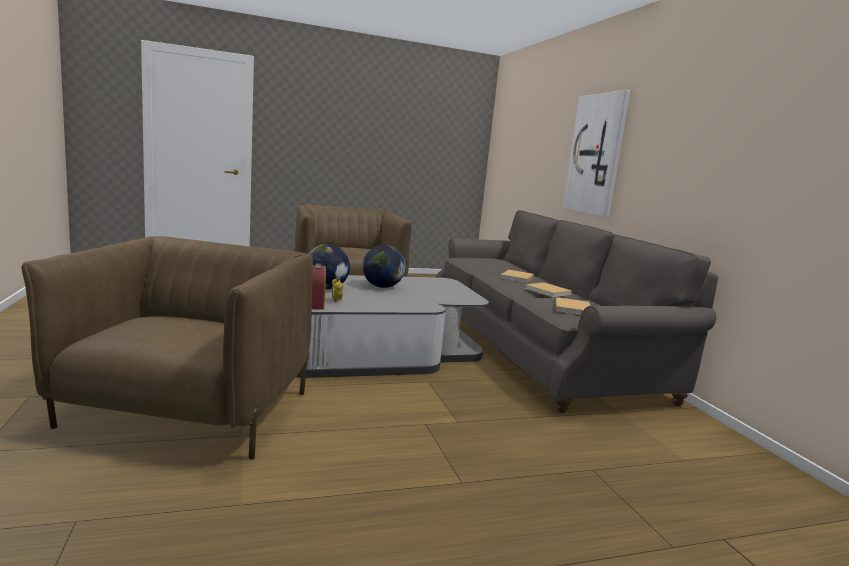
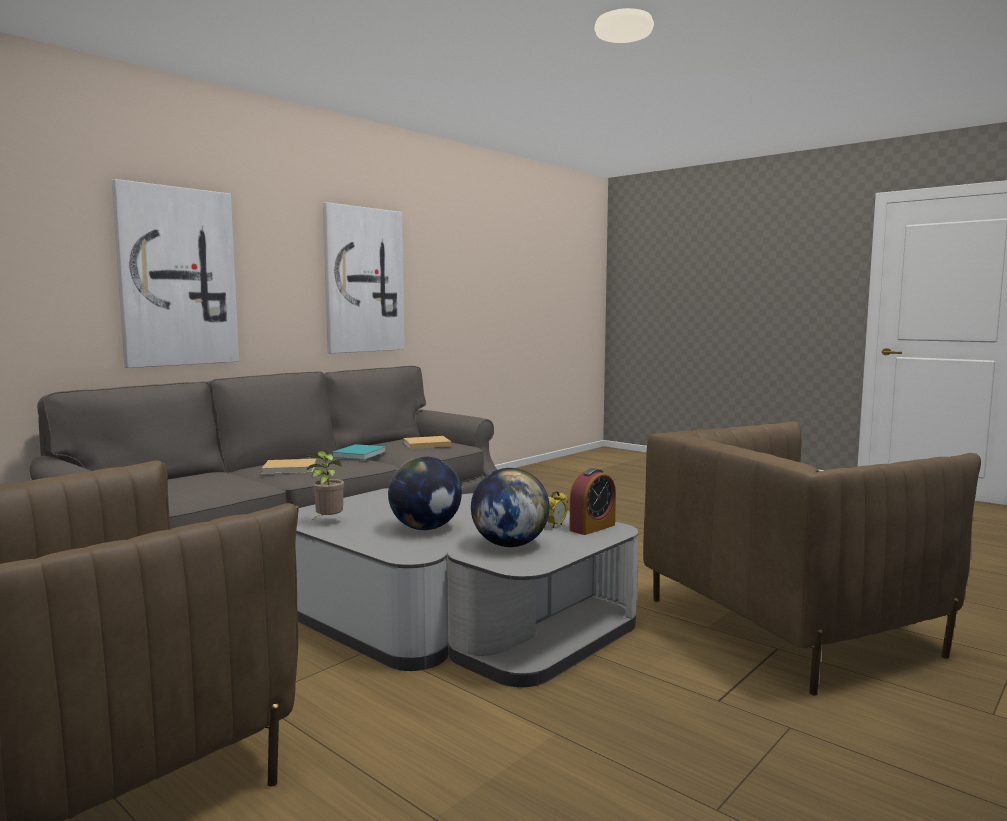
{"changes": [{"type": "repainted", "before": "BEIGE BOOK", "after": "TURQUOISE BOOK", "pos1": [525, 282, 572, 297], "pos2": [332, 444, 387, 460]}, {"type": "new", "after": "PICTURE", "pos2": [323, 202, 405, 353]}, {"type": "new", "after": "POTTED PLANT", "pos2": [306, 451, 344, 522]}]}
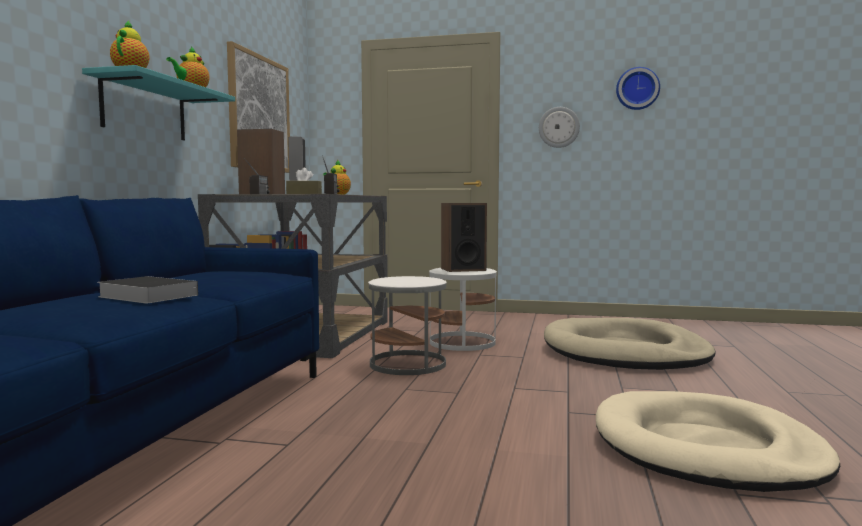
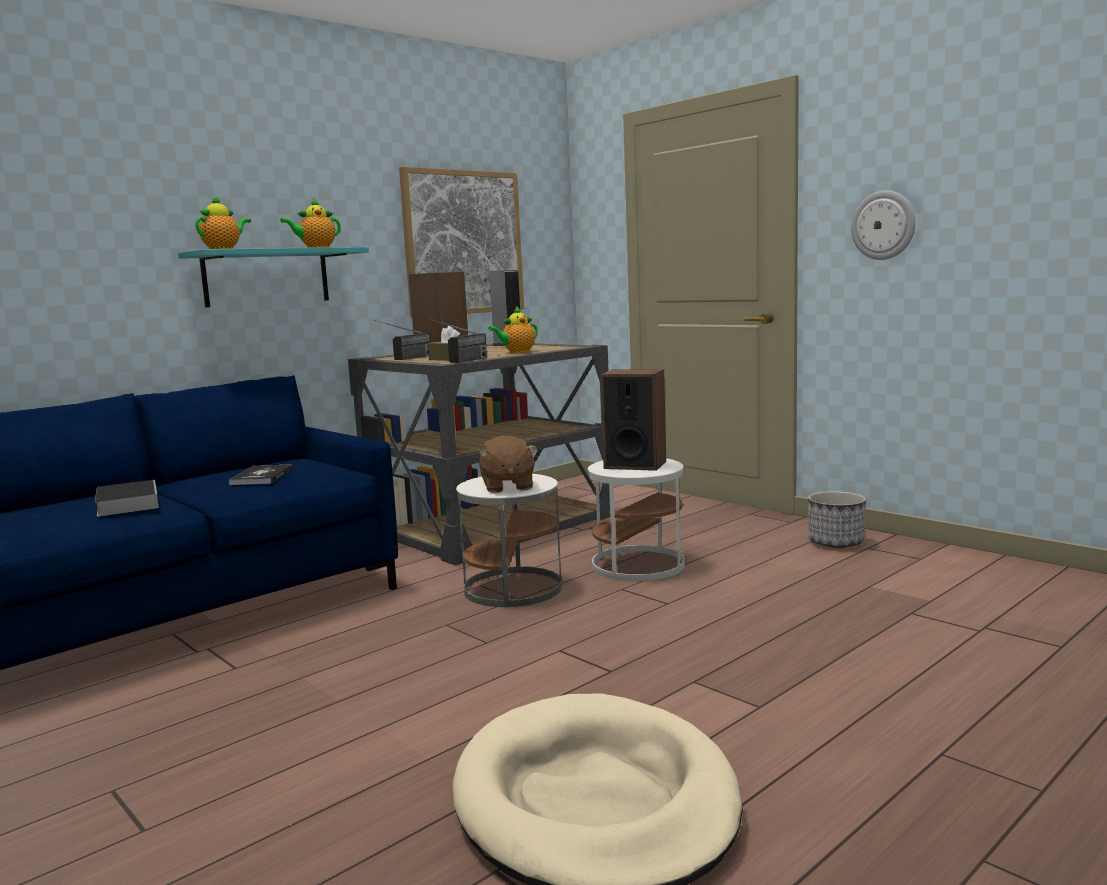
{"changes": [{"type": "gone", "before": "WALL CLOCK", "pos1": [616, 67, 660, 110]}, {"type": "gone", "before": "BEIGE DOG BED", "pos1": [544, 318, 715, 370]}, {"type": "new", "after": "BROWN PLUSH TOY", "pos2": [478, 435, 537, 493]}, {"type": "new", "after": "BOOK", "pos2": [229, 464, 293, 485]}, {"type": "new", "after": "PLANTER", "pos2": [808, 491, 866, 548]}]}
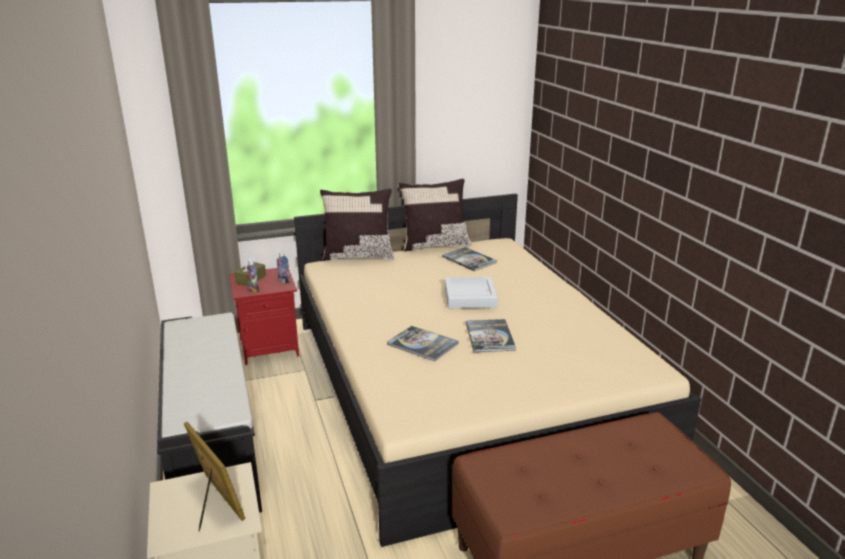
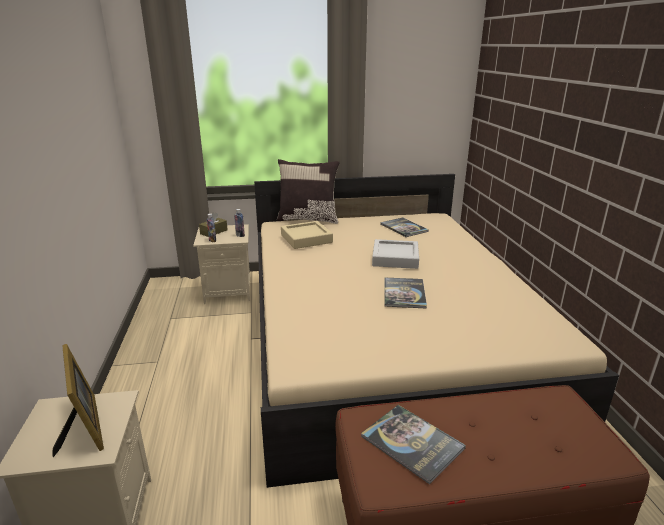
{"changes": [{"type": "gone", "before": "PILLOW", "pos1": [399, 179, 471, 252]}, {"type": "repainted", "before": "RED NIGHTSTAND", "after": "BEIGE NIGHTSTAND", "pos1": [229, 268, 299, 365], "pos2": [193, 224, 250, 304]}, {"type": "gone", "before": "BLACK BENCH", "pos1": [157, 312, 262, 513]}, {"type": "shifted", "before": "BOOK", "pos1": [387, 326, 459, 361], "pos2": [361, 405, 466, 484]}, {"type": "new", "after": "BEIGE TRAY", "pos2": [281, 221, 333, 249]}]}
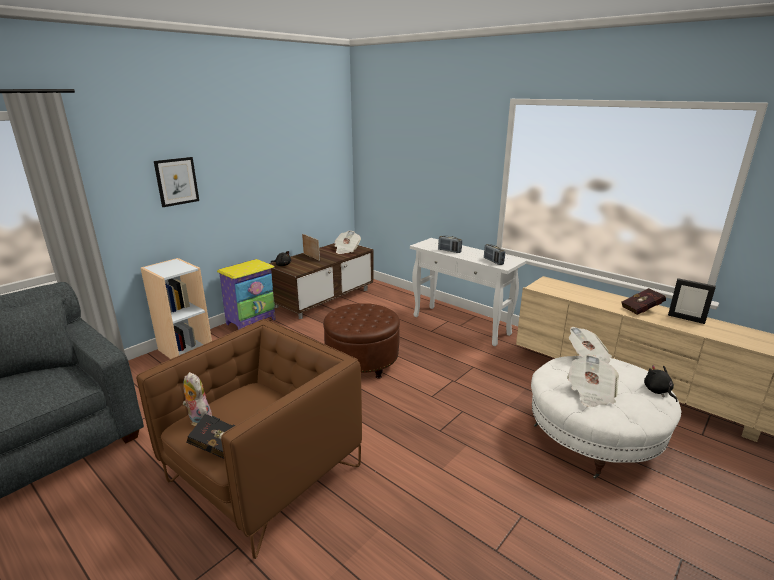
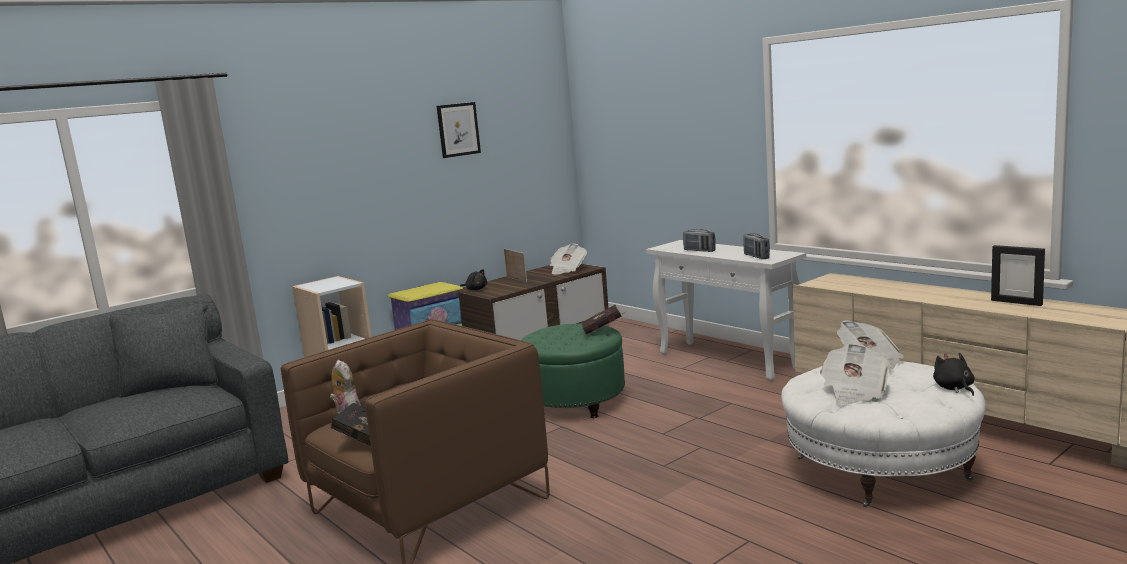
{"changes": [{"type": "shifted", "before": "PICTURE", "pos1": [154, 157, 199, 207], "pos2": [437, 102, 481, 158]}, {"type": "shifted", "before": "RED BOOK", "pos1": [622, 288, 666, 315], "pos2": [581, 305, 627, 335]}, {"type": "repainted", "before": "BROWN OTTOMAN", "after": "GREEN OTTOMAN", "pos1": [323, 303, 400, 379], "pos2": [521, 323, 625, 418]}]}
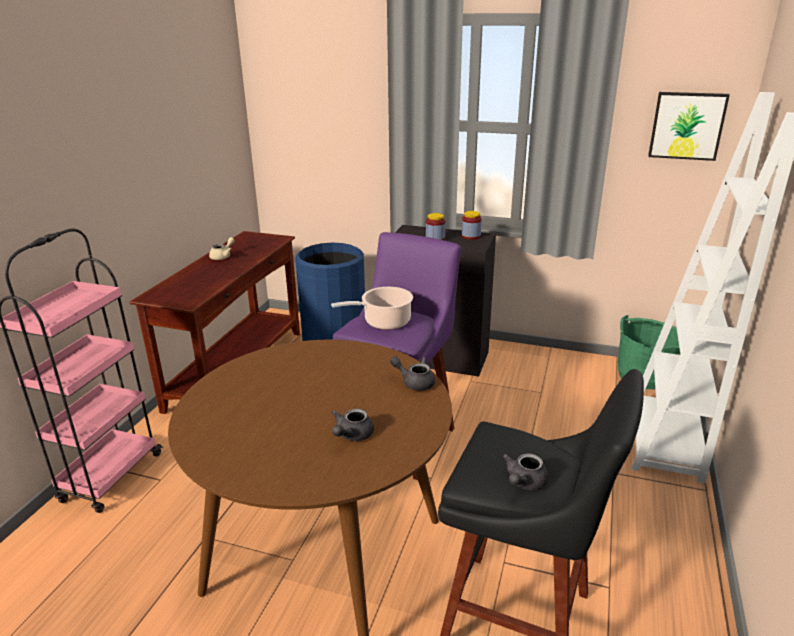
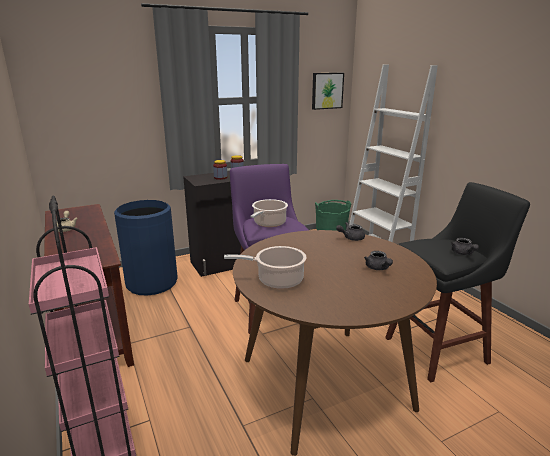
{"changes": [{"type": "new", "after": "COOKING POT", "pos2": [224, 246, 306, 289]}]}
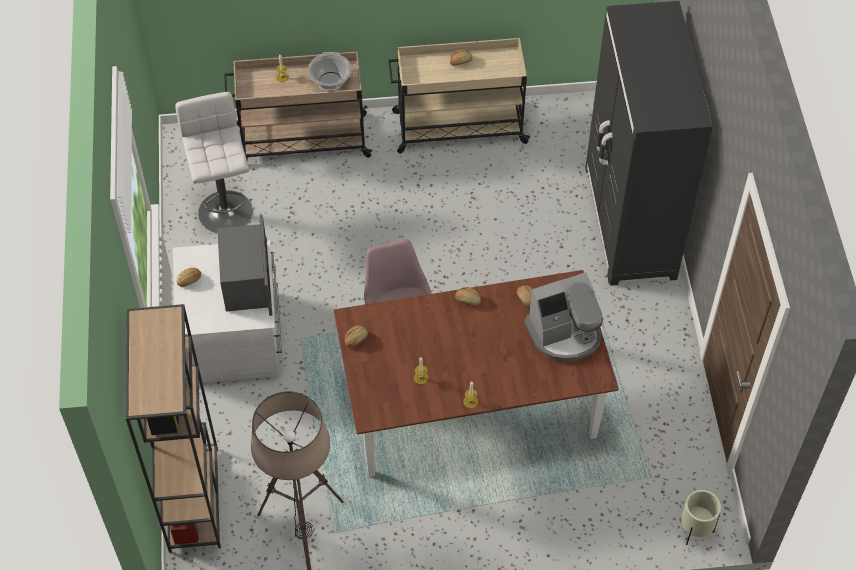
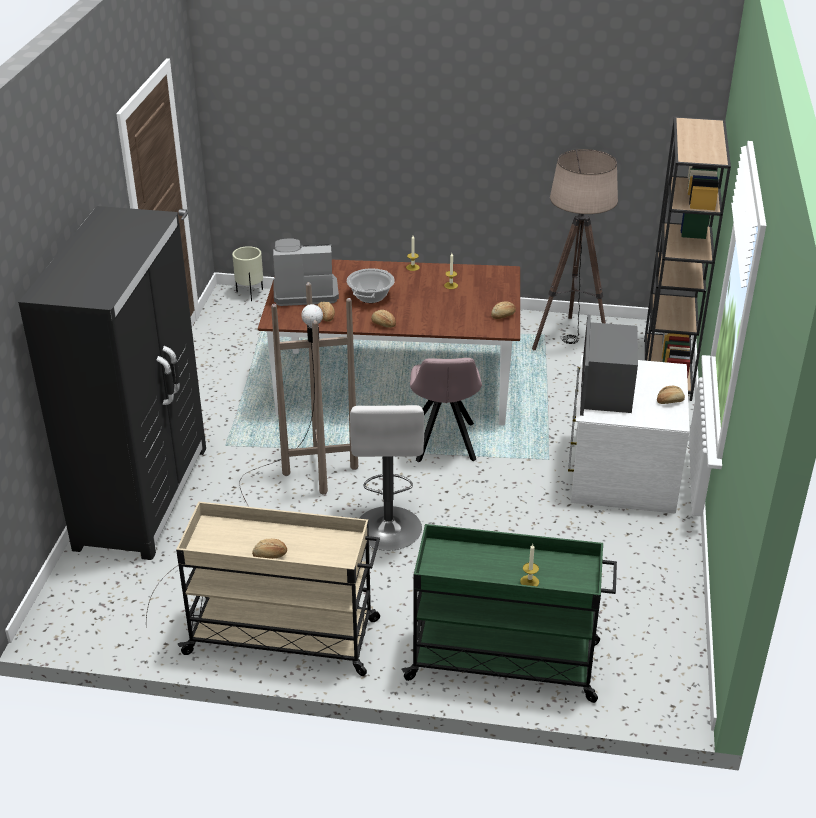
{"changes": [{"type": "repainted", "before": "BEIGE CART", "after": "GREEN CART", "pos1": [224, 52, 373, 160], "pos2": [401, 524, 617, 703]}, {"type": "shifted", "before": "COOKING POT", "pos1": [308, 52, 352, 91], "pos2": [347, 268, 395, 303]}, {"type": "shifted", "before": "WHITE STOOL", "pos1": [175, 92, 253, 233], "pos2": [350, 405, 424, 551]}, {"type": "new", "after": "BROWN FLOOR LAMP", "pos2": [146, 282, 358, 628]}]}
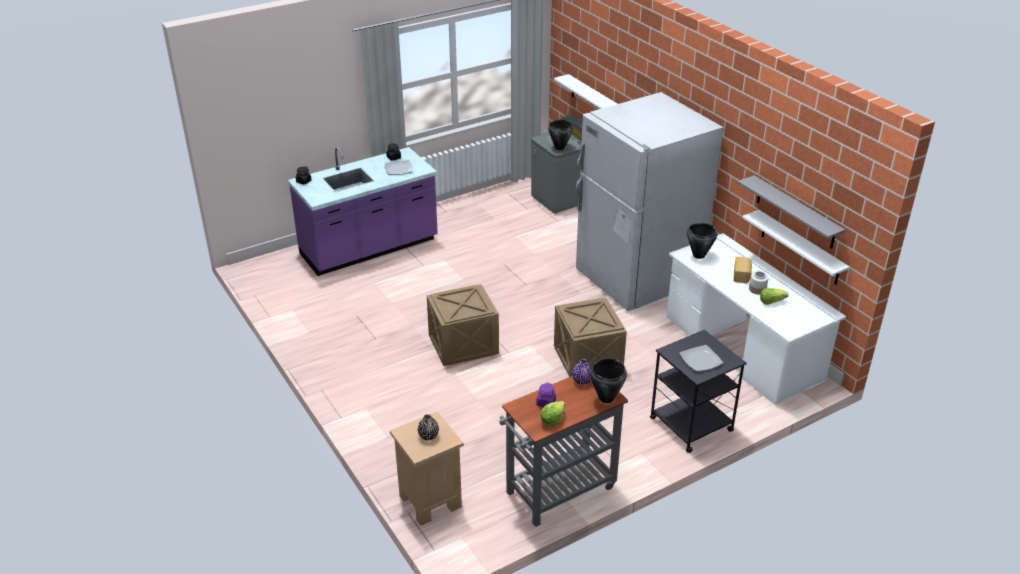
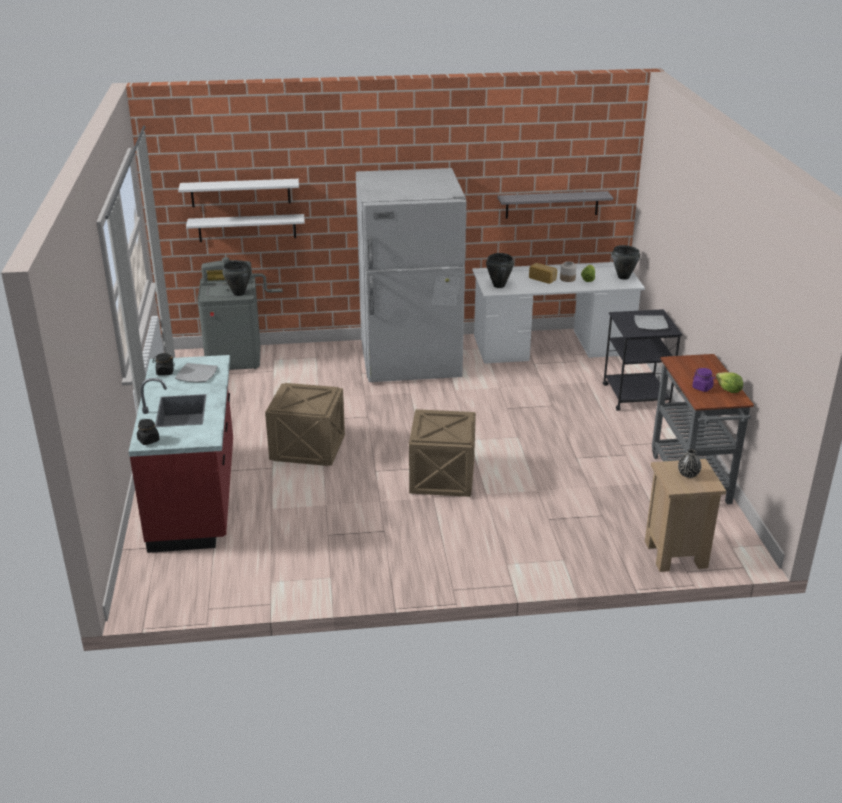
{"changes": [{"type": "repainted", "before": "PURPLE COUNTER", "after": "RED COUNTER", "pos1": [288, 147, 438, 276], "pos2": [129, 355, 233, 553]}, {"type": "shifted", "before": "WHITE SHELF", "pos1": [742, 210, 850, 285], "pos2": [178, 179, 299, 207]}, {"type": "shifted", "before": "CRATE", "pos1": [554, 297, 627, 377], "pos2": [265, 383, 345, 466]}, {"type": "shifted", "before": "BLACK COOKING POT", "pos1": [590, 358, 627, 403], "pos2": [612, 245, 640, 280]}, {"type": "gone", "before": "PURPLE VASE", "pos1": [572, 359, 591, 385]}]}
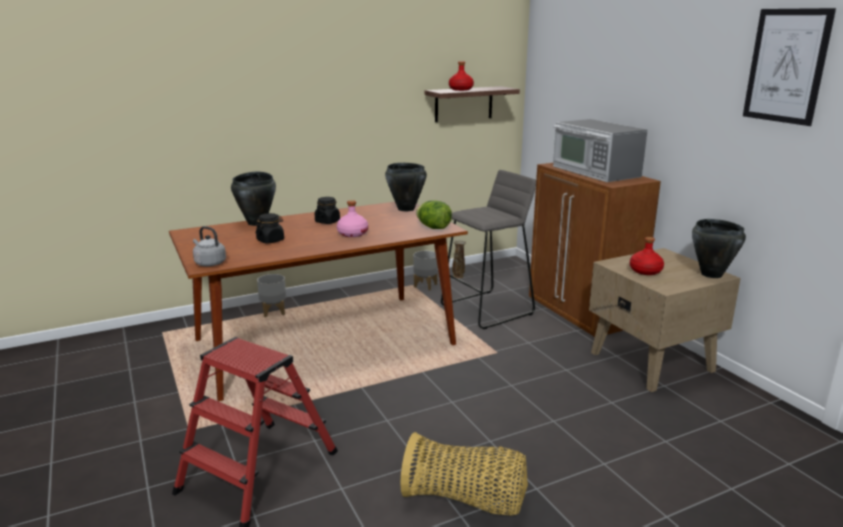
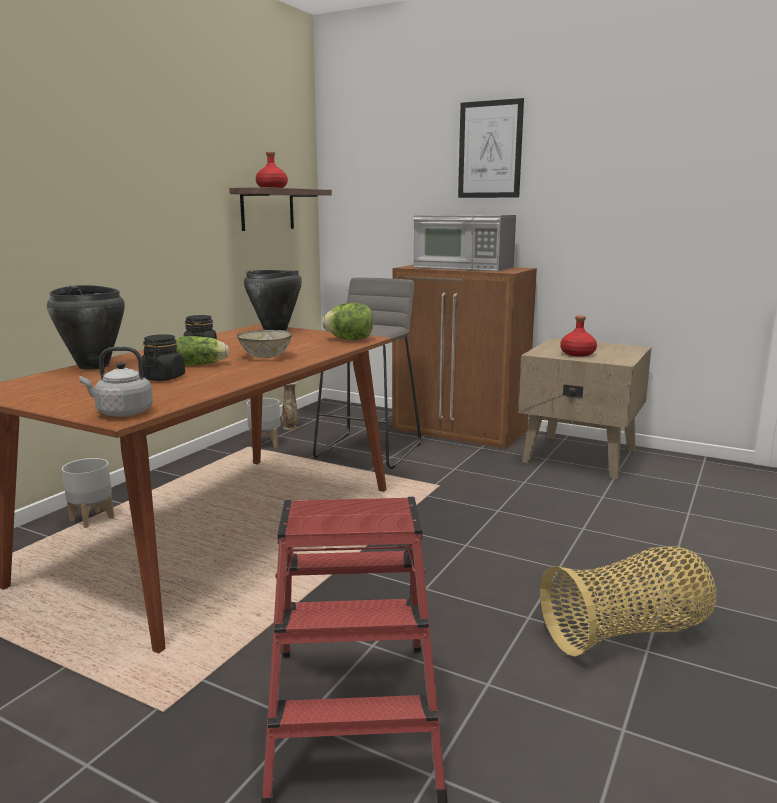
{"changes": [{"type": "shifted", "before": "PICTURE", "pos1": [743, 8, 836, 126], "pos2": [458, 98, 524, 198]}, {"type": "swapped", "before": "PINK BOTTLE", "after": "BOWL", "pos1": [337, 200, 368, 237], "pos2": [237, 330, 292, 358]}, {"type": "gone", "before": "BLACK COOKING POT", "pos1": [692, 219, 746, 278]}, {"type": "new", "after": "LETTUCE", "pos2": [176, 336, 229, 366]}]}
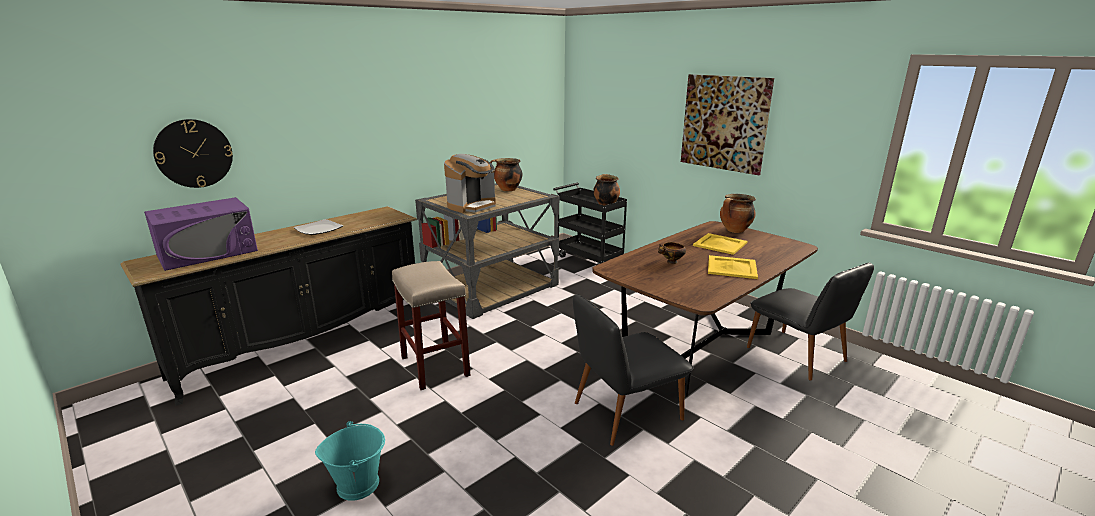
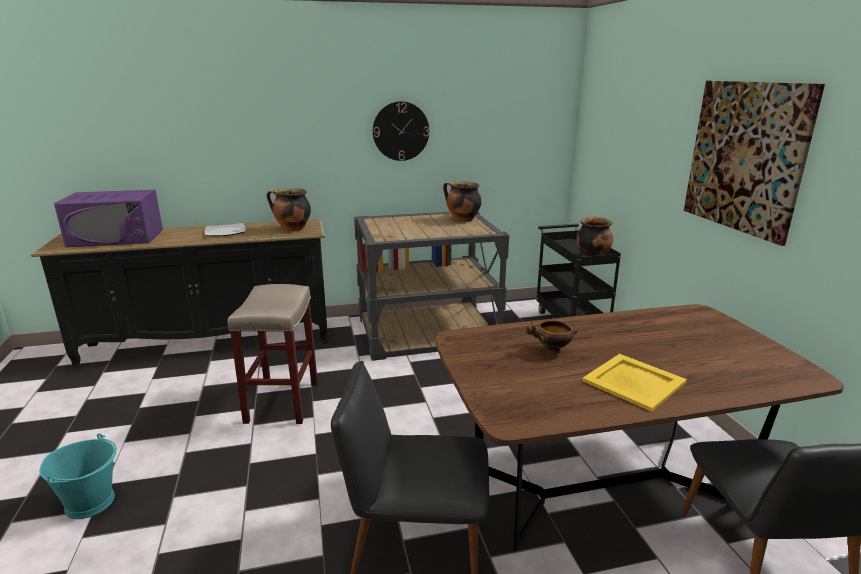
{"changes": [{"type": "shifted", "before": "WALL CLOCK", "pos1": [153, 119, 233, 188], "pos2": [373, 101, 429, 161]}, {"type": "gone", "before": "COFFEE MACHINE", "pos1": [444, 154, 496, 213]}, {"type": "shifted", "before": "COOKING POT", "pos1": [720, 194, 756, 233], "pos2": [267, 188, 311, 231]}, {"type": "gone", "before": "YELLOW TRAY", "pos1": [693, 233, 748, 255]}]}
